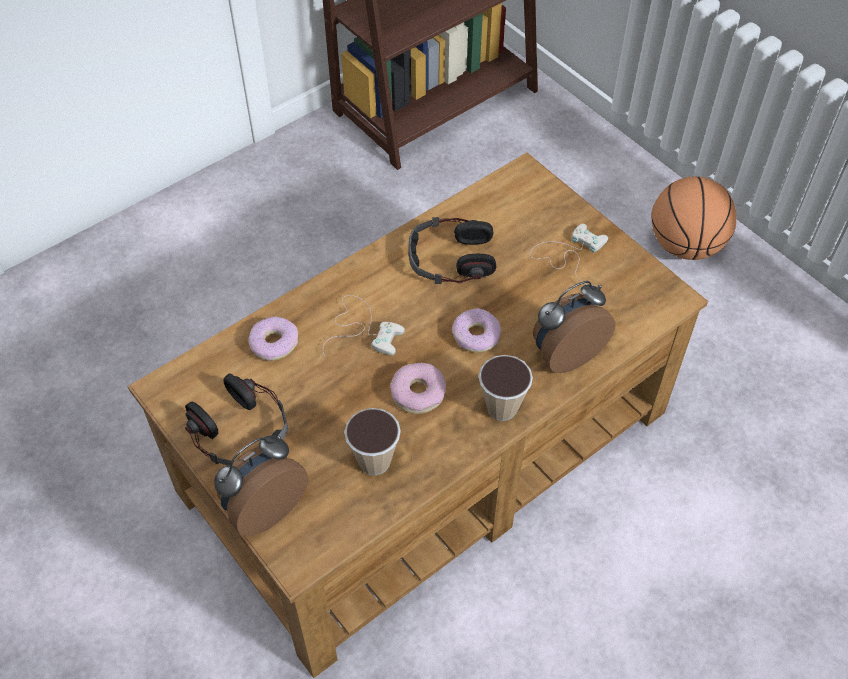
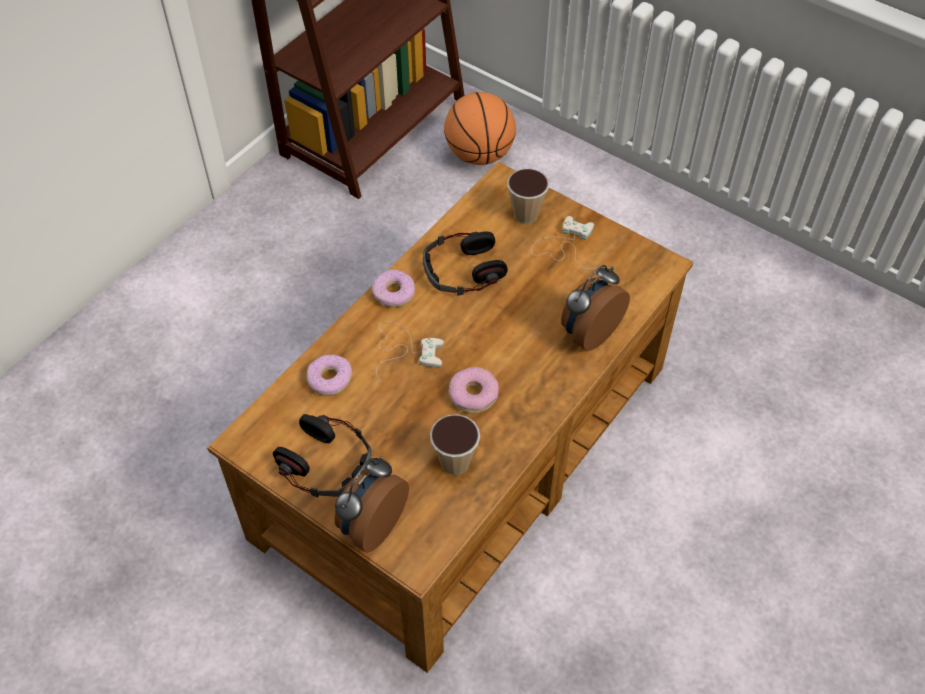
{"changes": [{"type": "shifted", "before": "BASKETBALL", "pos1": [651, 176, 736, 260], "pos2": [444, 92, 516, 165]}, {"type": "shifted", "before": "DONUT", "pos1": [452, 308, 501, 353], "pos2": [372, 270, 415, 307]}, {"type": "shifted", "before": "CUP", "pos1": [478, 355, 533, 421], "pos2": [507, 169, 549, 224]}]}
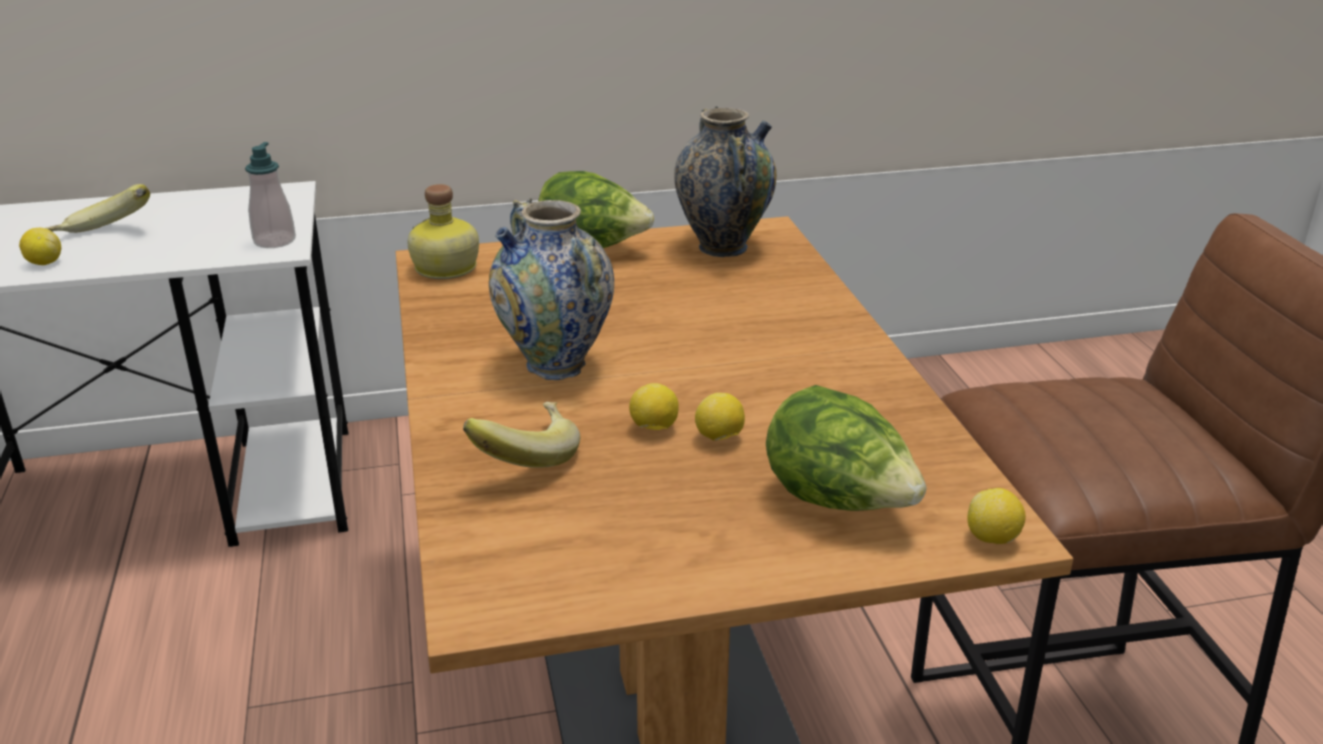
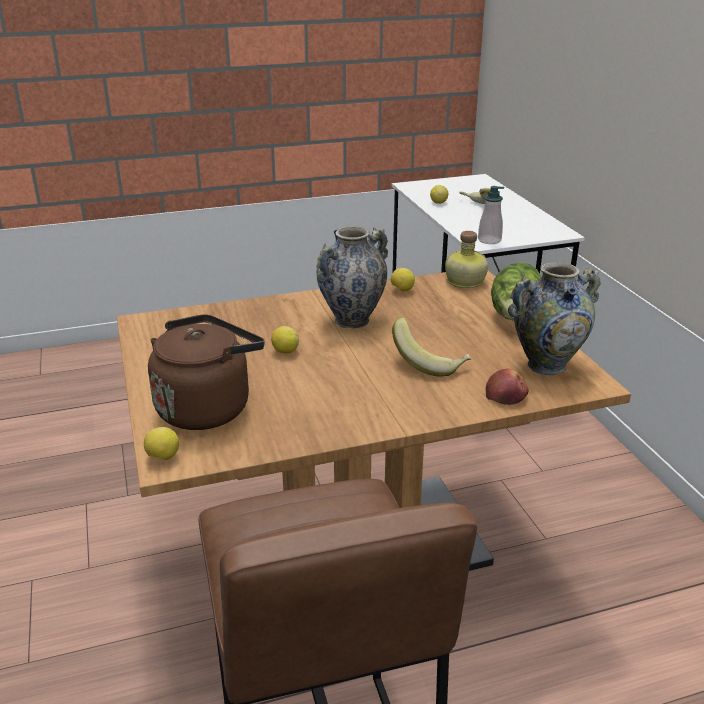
{"changes": [{"type": "swapped", "before": "LETTUCE", "after": "BROWN KETTLE", "pos1": [766, 385, 926, 511], "pos2": [148, 314, 265, 430]}, {"type": "shifted", "before": "LEMON", "pos1": [695, 393, 745, 441], "pos2": [391, 268, 415, 291]}, {"type": "shifted", "before": "BANANA", "pos1": [463, 402, 580, 468], "pos2": [392, 317, 471, 377]}, {"type": "new", "after": "APPLE", "pos2": [486, 368, 528, 405]}]}
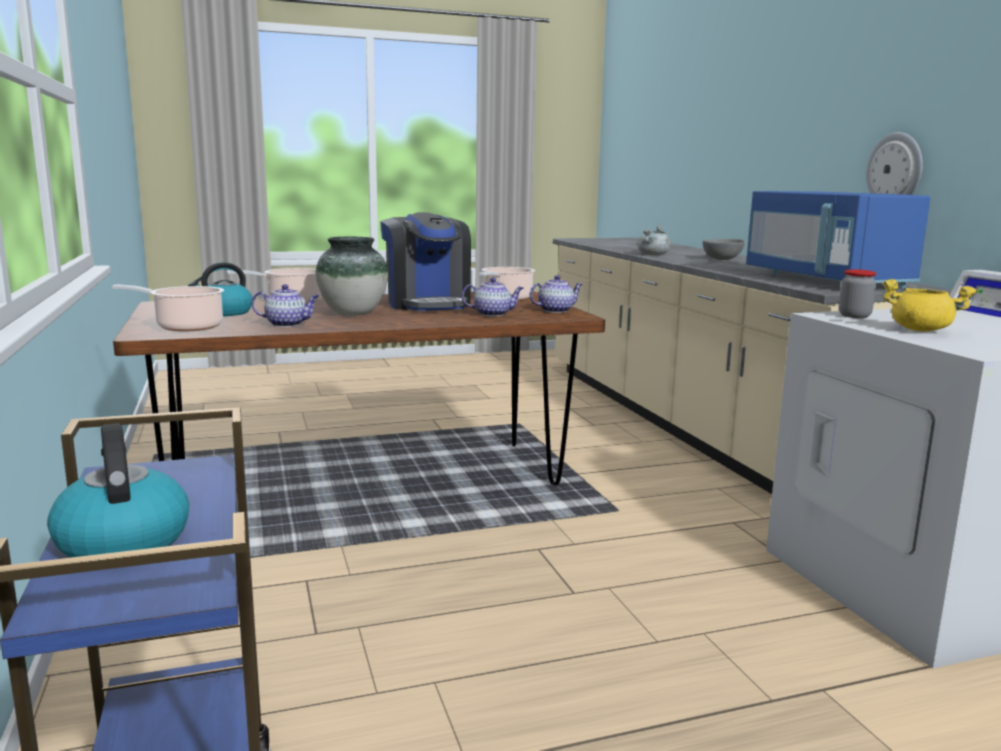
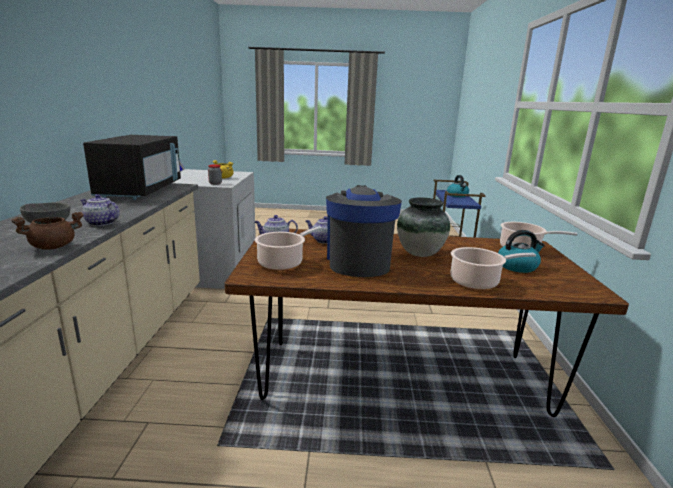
{"changes": [{"type": "gone", "before": "WALL CLOCK", "pos1": [866, 132, 923, 195]}, {"type": "repainted", "before": "BLUE MICROWAVE", "after": "BLACK MICROWAVE", "pos1": [746, 191, 930, 289], "pos2": [83, 135, 181, 200]}, {"type": "repainted", "before": "GREY COOKING POT", "after": "BROWN COOKING POT", "pos1": [637, 225, 670, 255], "pos2": [11, 212, 84, 250]}, {"type": "shifted", "before": "TEAPOT", "pos1": [252, 284, 319, 327], "pos2": [80, 194, 120, 226]}]}
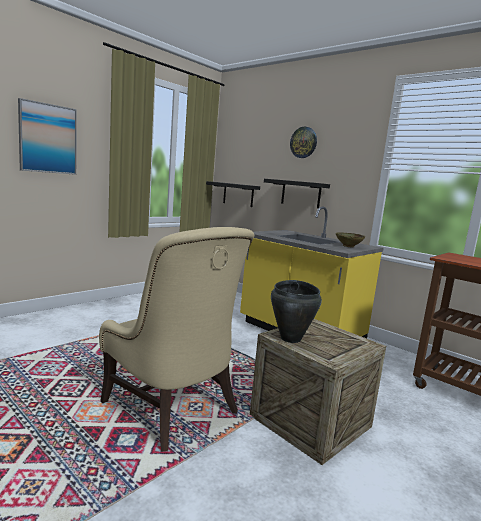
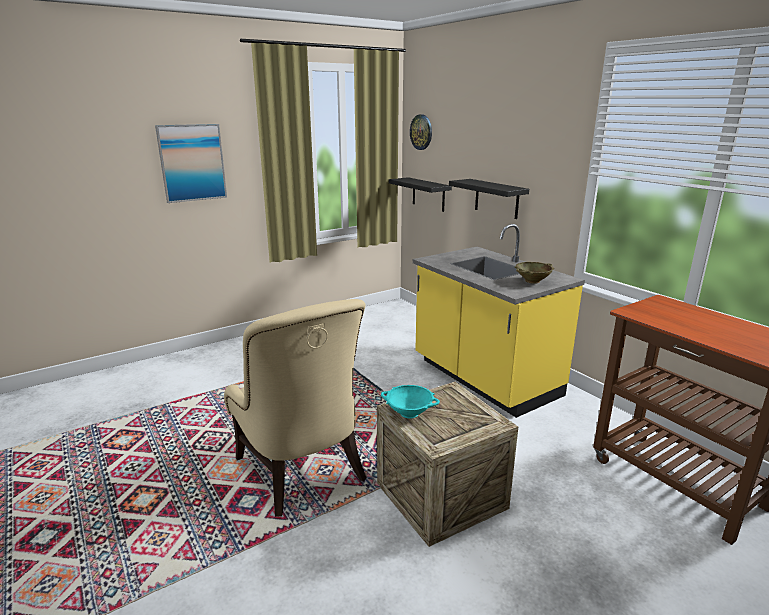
{"changes": [{"type": "shifted", "before": "WALL CLOCK", "pos1": [290, 127, 317, 158], "pos2": [410, 115, 432, 150]}, {"type": "swapped", "before": "BLACK COOKING POT", "after": "TURQUOISE BOWL", "pos1": [271, 280, 322, 343], "pos2": [381, 385, 440, 419]}]}
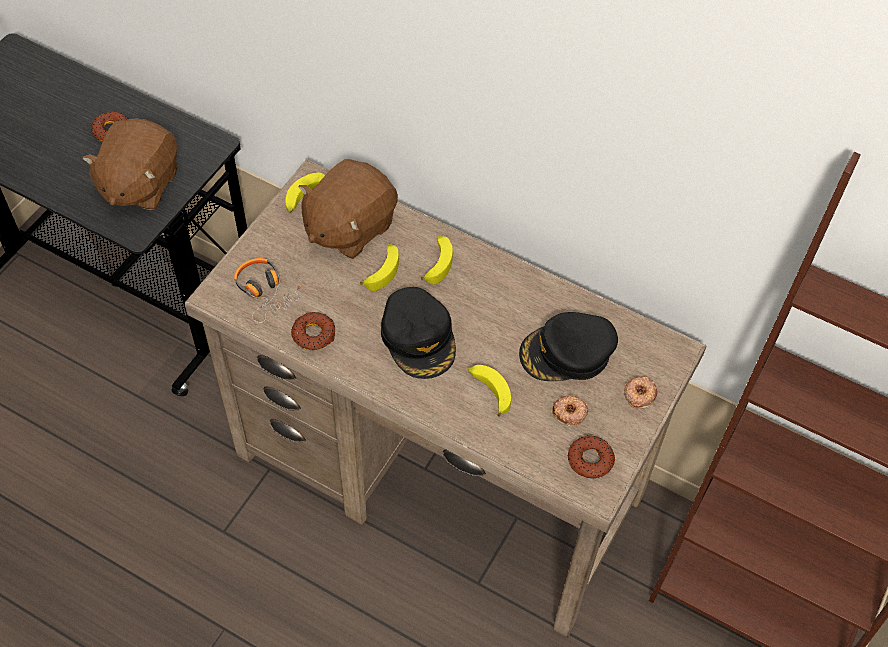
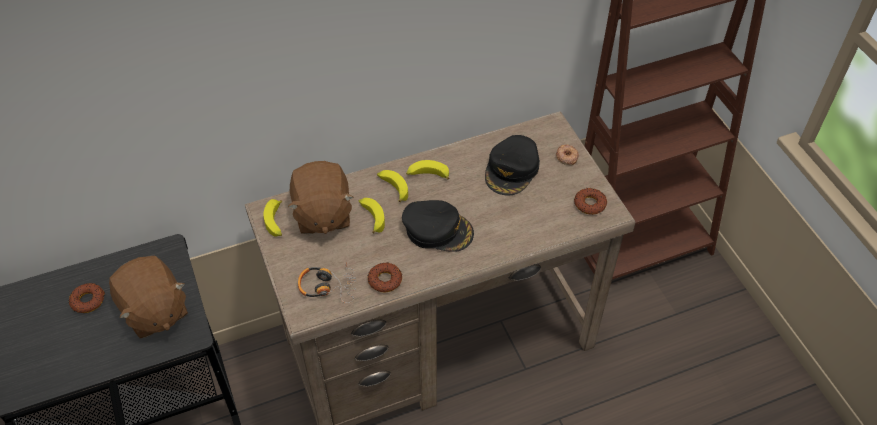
{"changes": [{"type": "shifted", "before": "BANANA", "pos1": [468, 365, 511, 417], "pos2": [406, 160, 450, 180]}, {"type": "gone", "before": "DONUT", "pos1": [552, 395, 588, 426]}]}
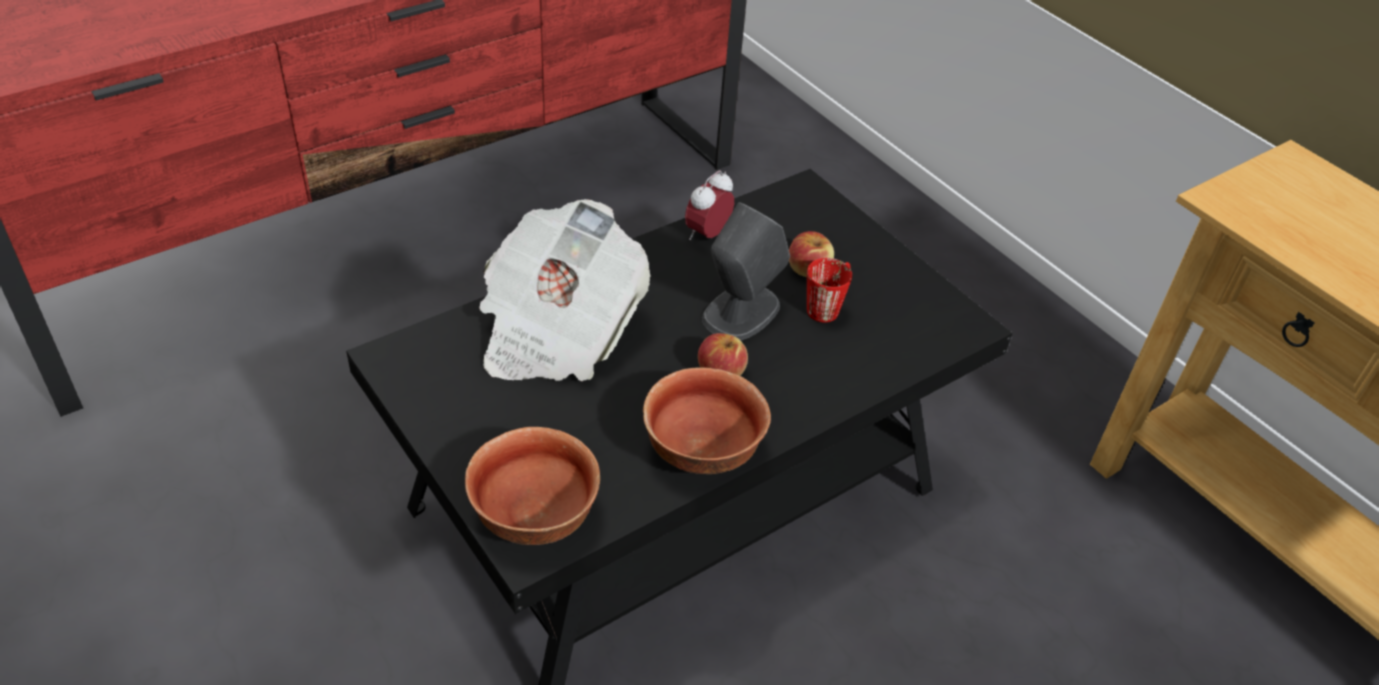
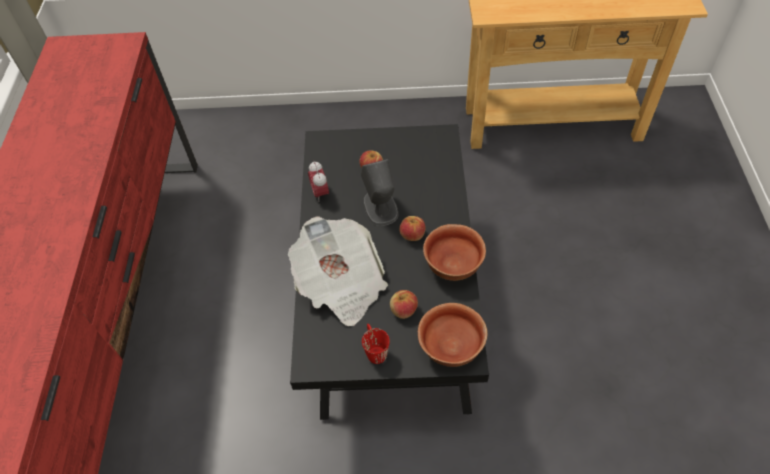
{"changes": [{"type": "shifted", "before": "RED MUG", "pos1": [807, 258, 852, 323], "pos2": [362, 324, 390, 364]}, {"type": "new", "after": "APPLE", "pos2": [390, 290, 418, 319]}]}
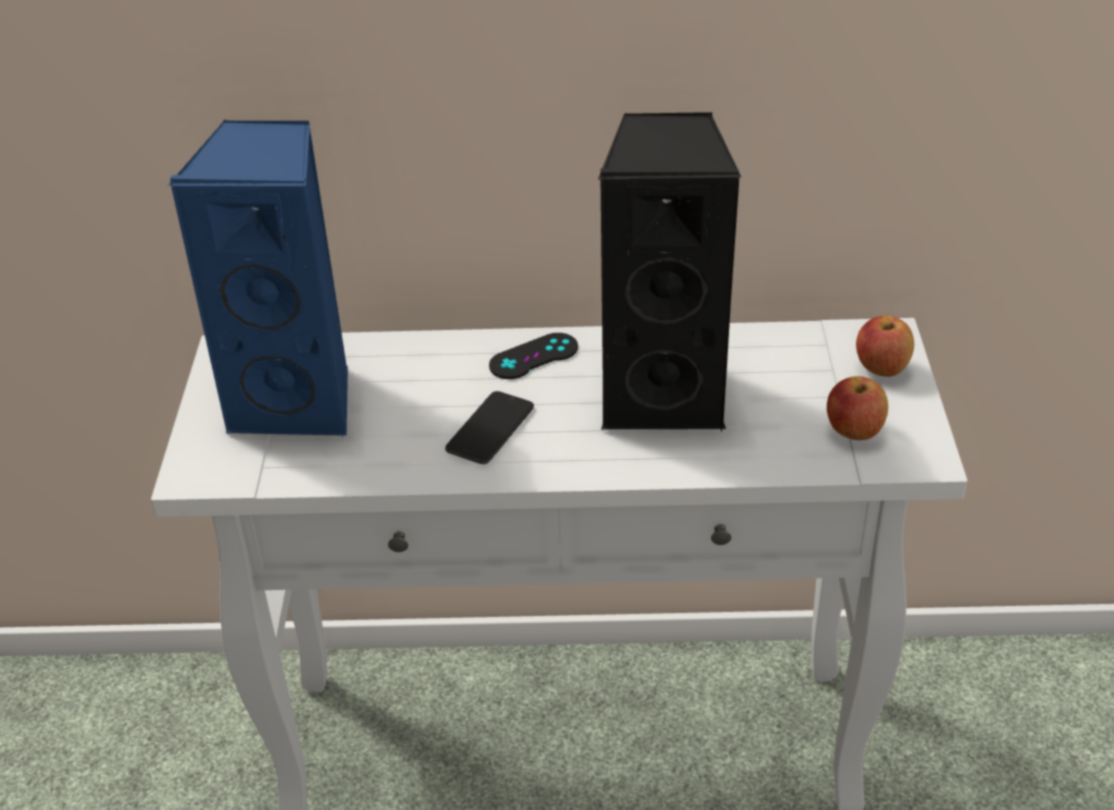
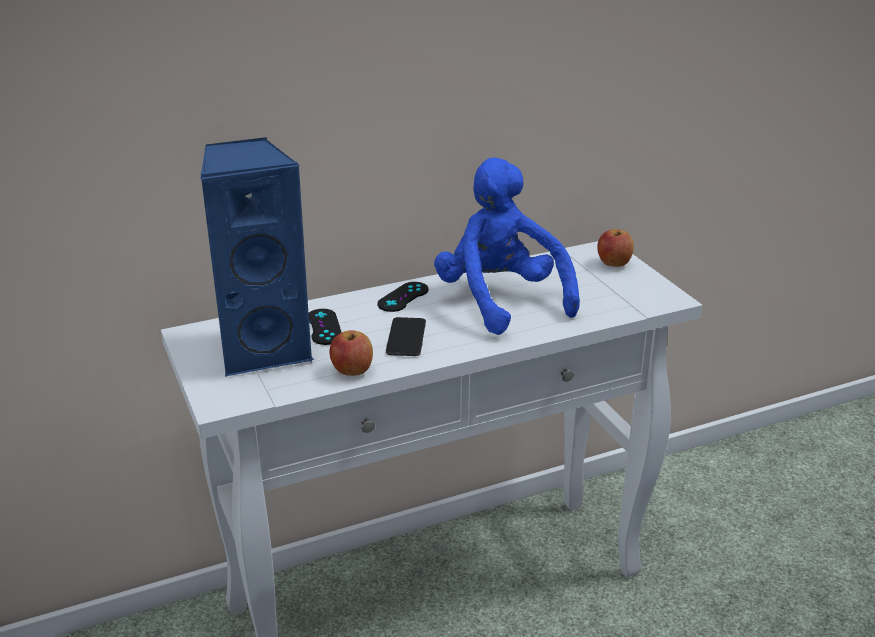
{"changes": [{"type": "swapped", "before": "BLACK SPEAKER", "after": "BLUE PLUSH TOY", "pos1": [598, 112, 741, 432], "pos2": [434, 157, 580, 335]}, {"type": "shifted", "before": "APPLE", "pos1": [827, 376, 888, 440], "pos2": [329, 330, 373, 376]}, {"type": "new", "after": "BLACK GAME CONTROLLER", "pos2": [309, 309, 342, 345]}]}
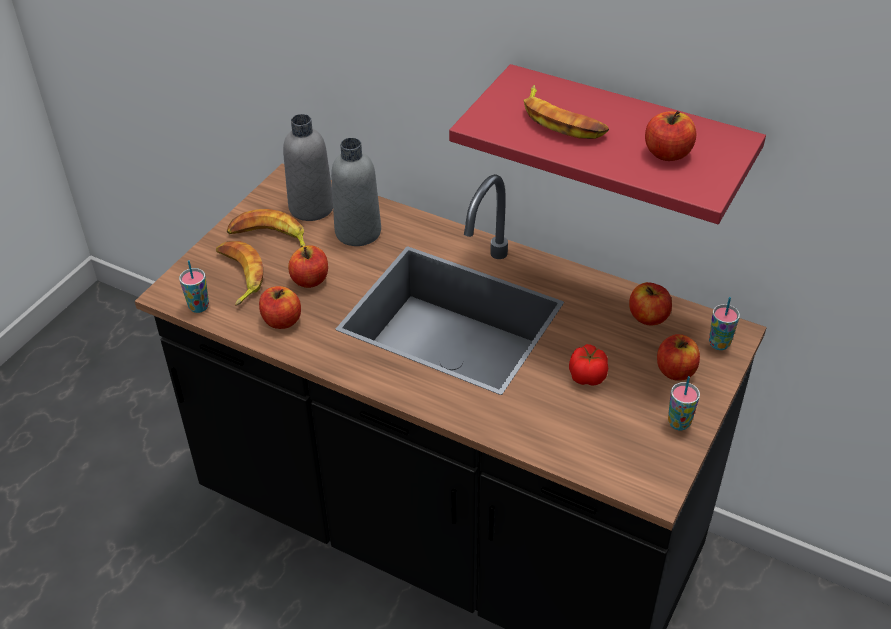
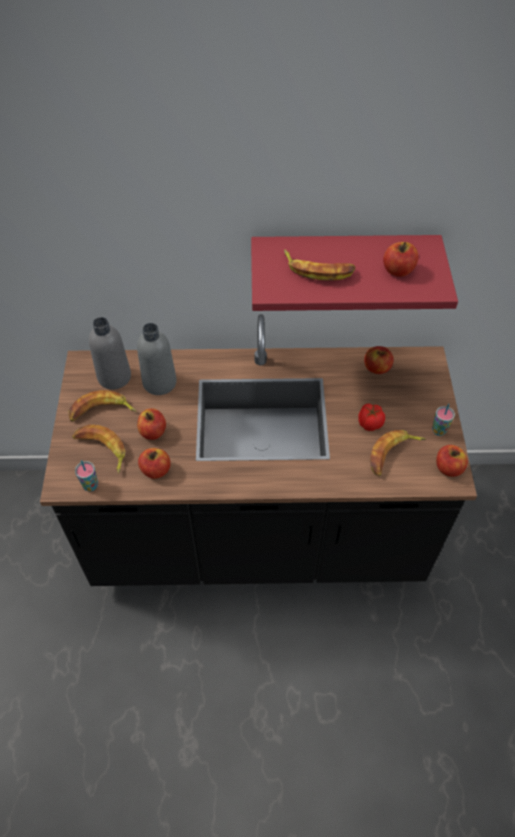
{"changes": [{"type": "gone", "before": "CUP", "pos1": [709, 297, 740, 350]}, {"type": "shifted", "before": "APPLE", "pos1": [657, 334, 700, 381], "pos2": [436, 445, 468, 477]}, {"type": "new", "after": "BANANA", "pos2": [370, 430, 426, 476]}]}
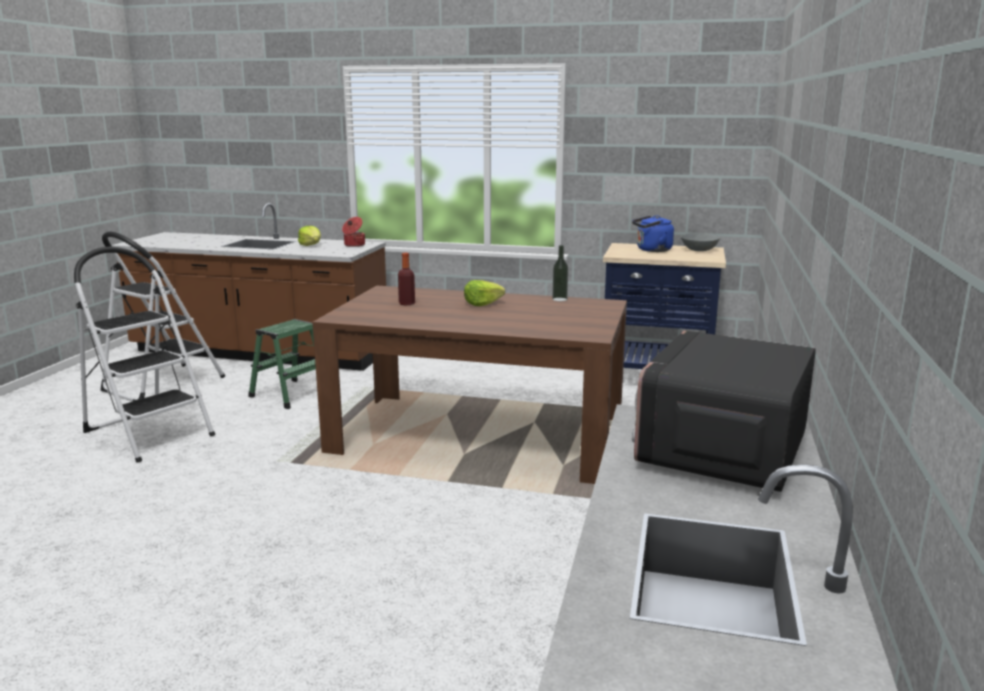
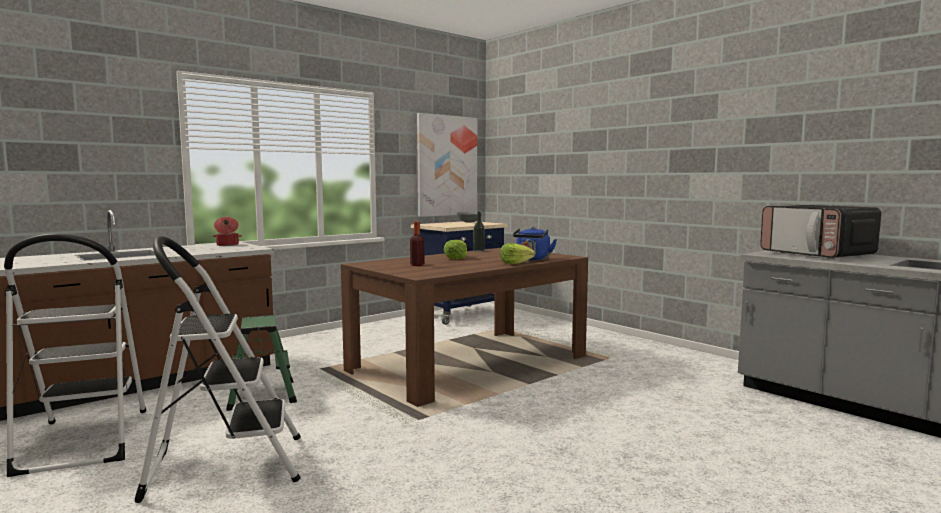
{"changes": [{"type": "shifted", "before": "BLUE KETTLE", "pos1": [632, 215, 674, 252], "pos2": [513, 227, 557, 261]}, {"type": "shifted", "before": "LETTUCE", "pos1": [298, 226, 321, 246], "pos2": [500, 243, 535, 264]}, {"type": "new", "after": "PICTURE", "pos2": [417, 113, 477, 217]}]}
